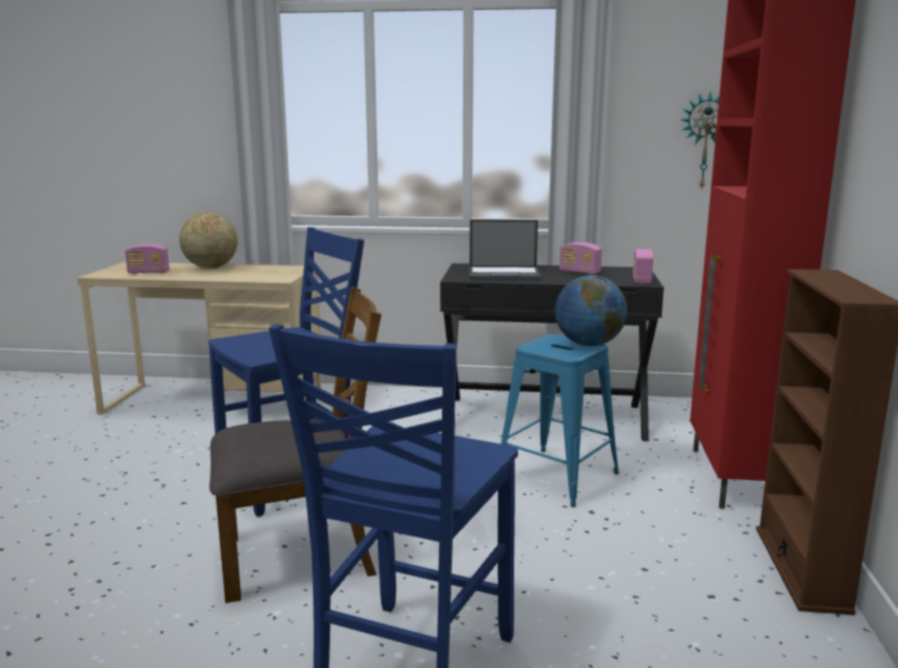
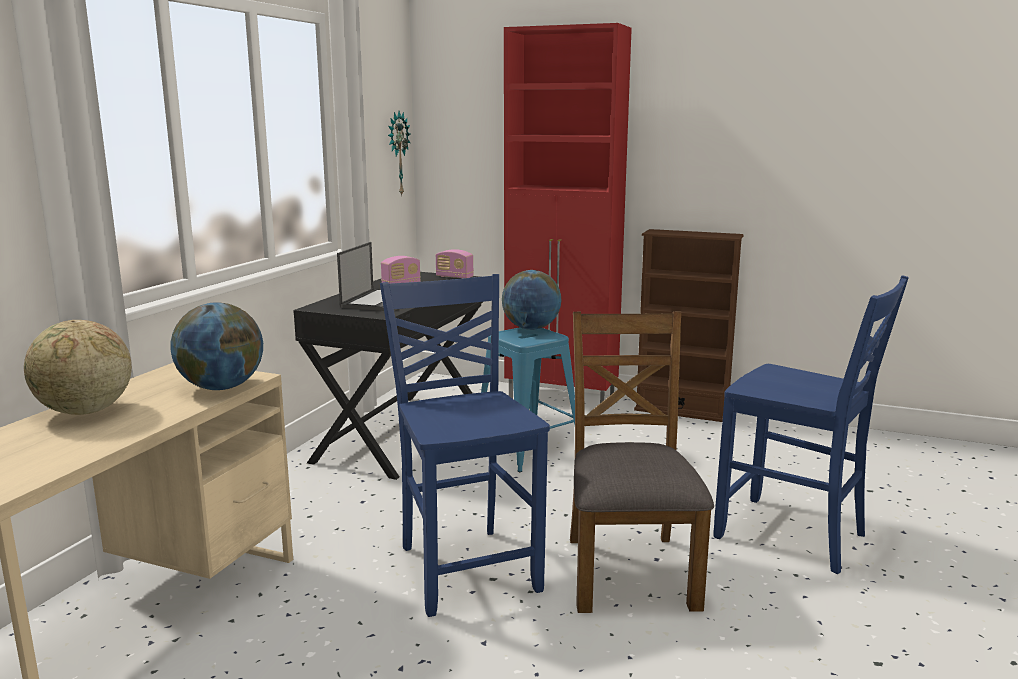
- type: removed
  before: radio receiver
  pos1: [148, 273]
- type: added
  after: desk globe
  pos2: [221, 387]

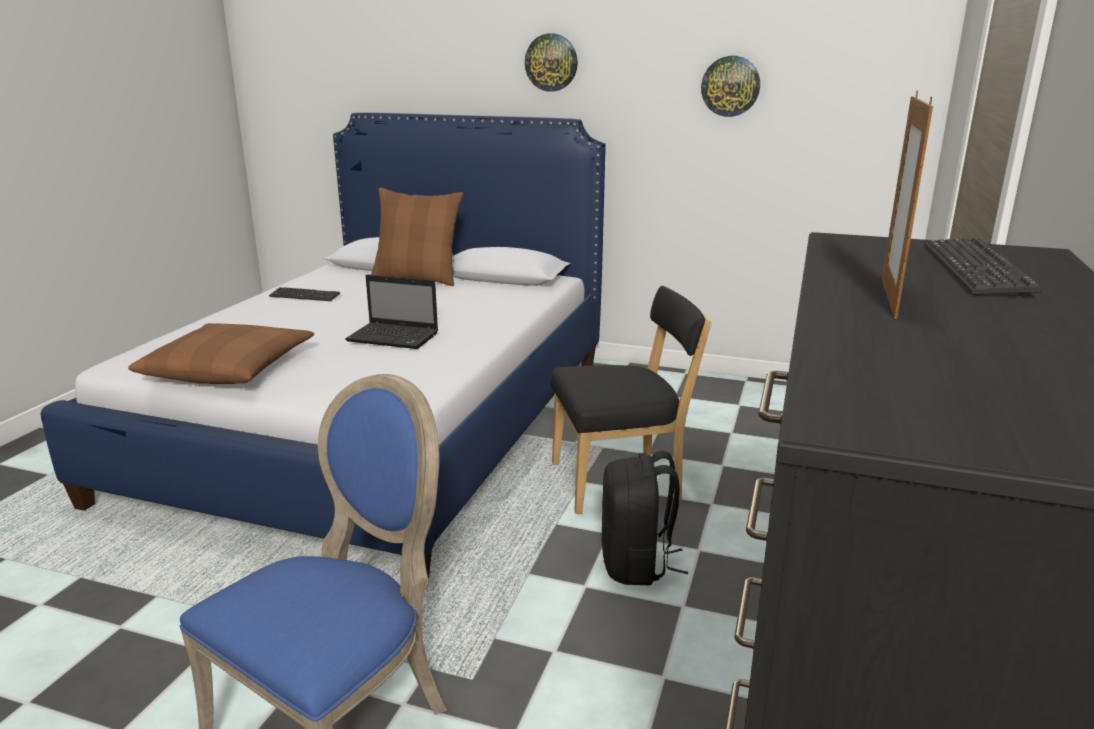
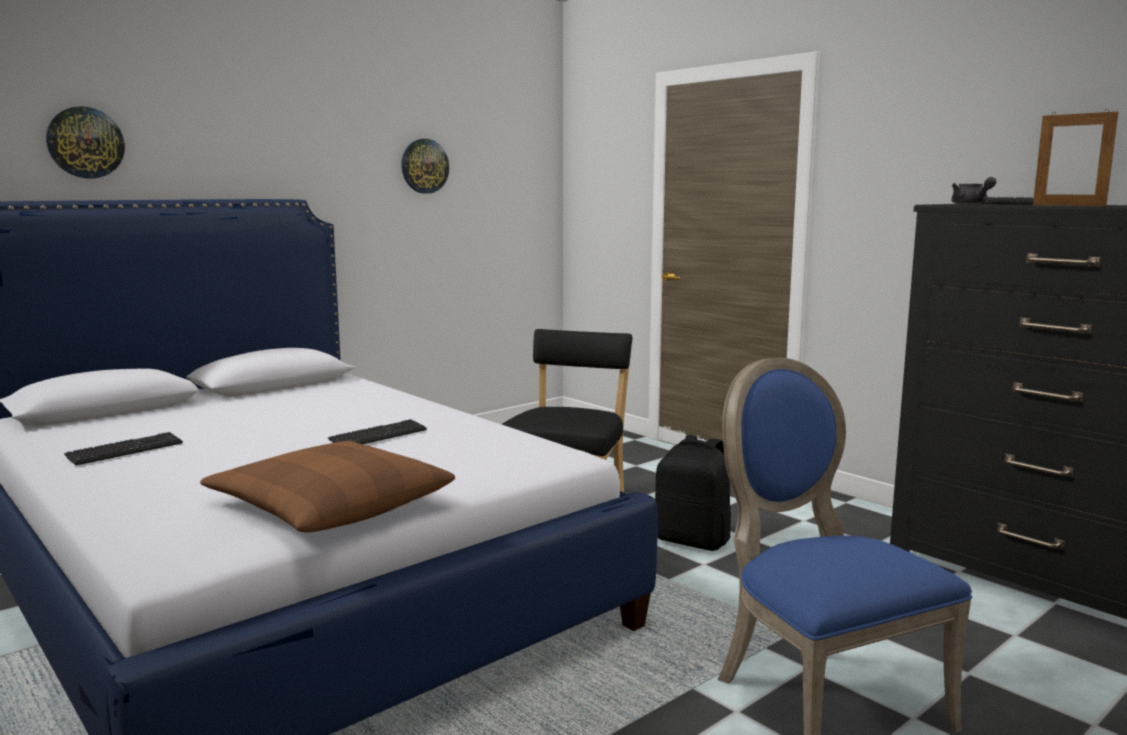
- type: moved
  before: clock on the wall
  pos1: [551, 62]
  pos2: [85, 142]
- type: removed
  before: cushion/brown
  pos1: [417, 278]
- type: replaced
  before: laptop
  after: PC keyboard
  pos1: [395, 337]
  pos2: [378, 436]
- type: added
  after: pot for tea/grey
  pos2: [971, 204]

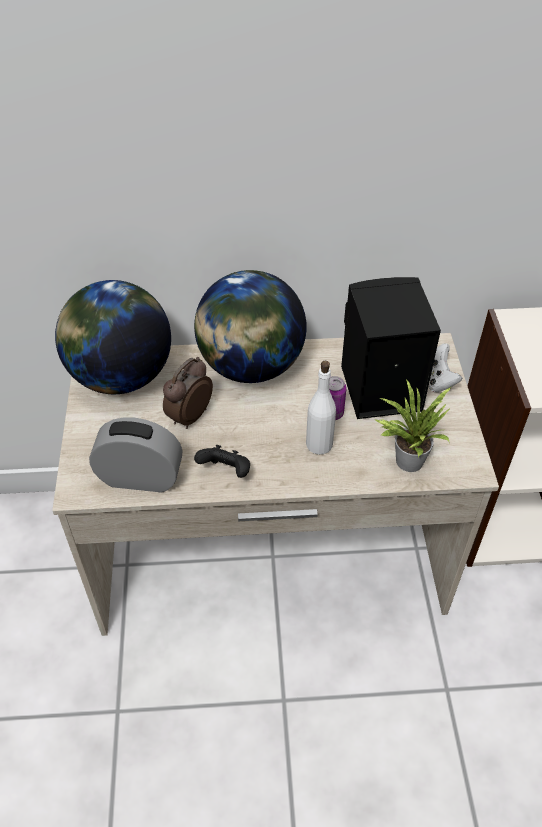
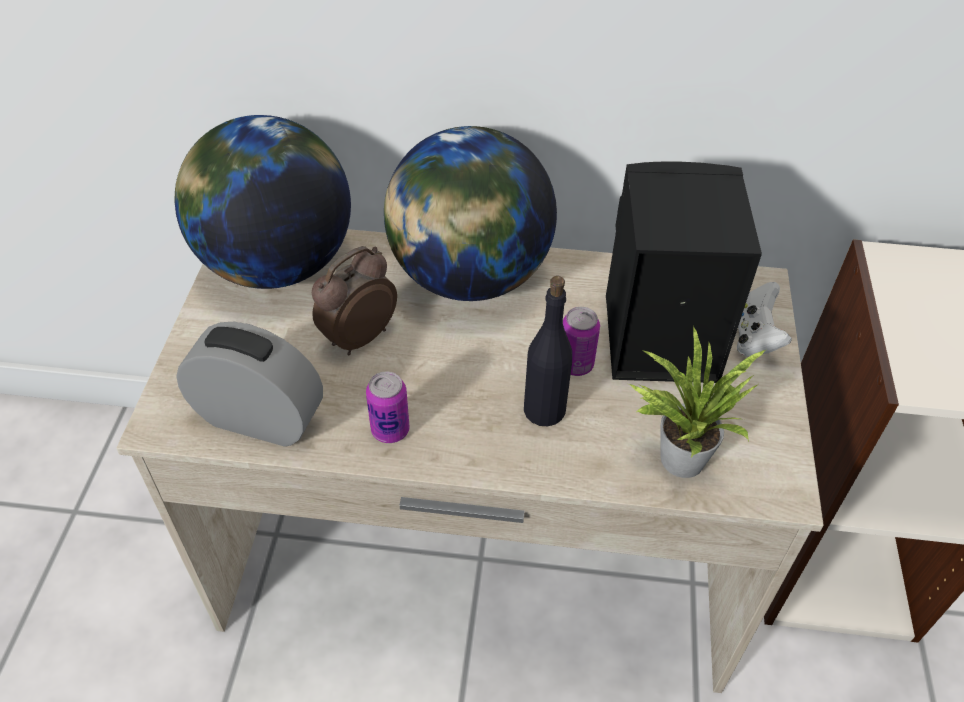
- type: recoloured
  before: bottle/white
  after: bottle/black
  pos1: [319, 444]
  pos2: [544, 409]
- type: replaced
  before: joypad/black
  after: metal can
  pos1: [226, 471]
  pos2: [390, 430]

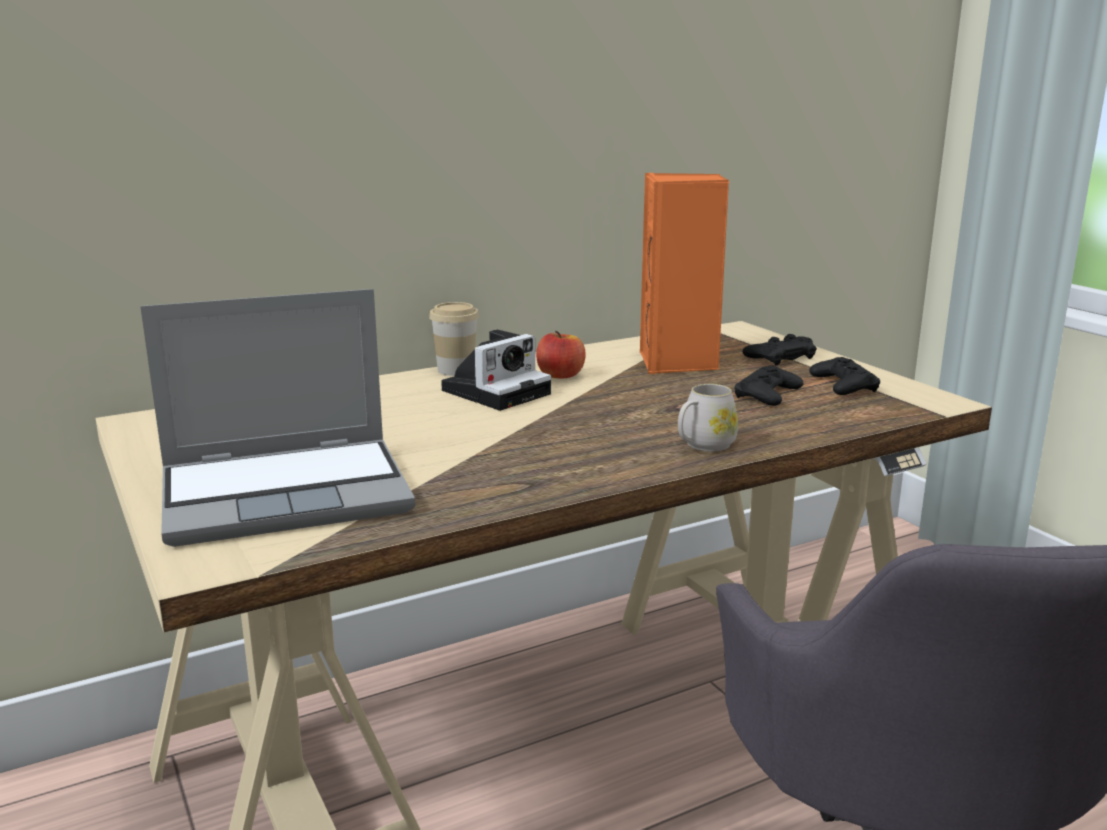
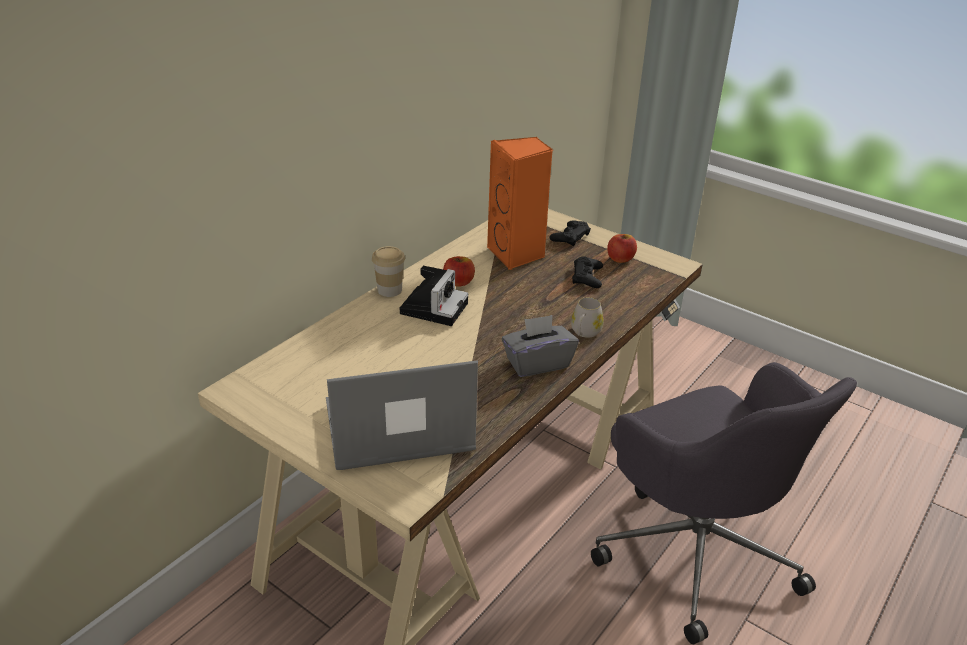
- type: turned
  before: laptop
  pos1: [288, 493]
  pos2: [397, 430]
  turn: -150
- type: replaced
  before: joypad/black
  after: whole apple
  pos1: [843, 385]
  pos2: [620, 259]
- type: added
  after: tissue box/grey
  pos2: [537, 363]

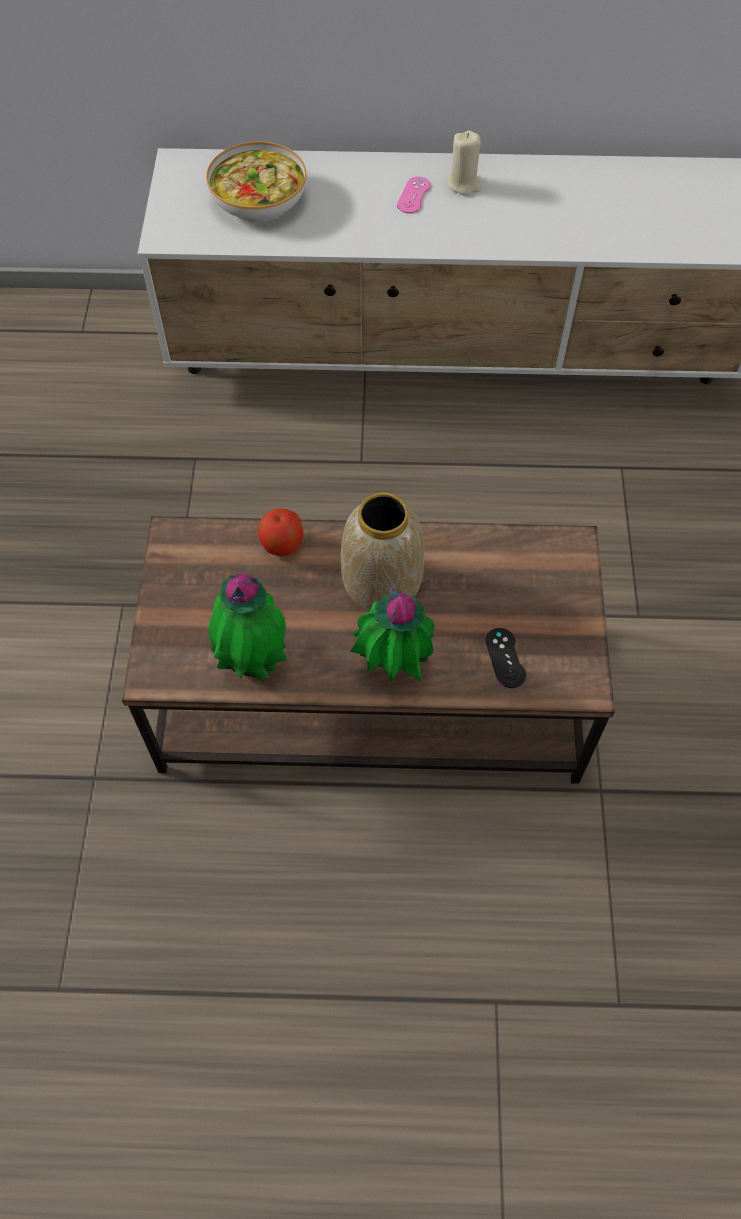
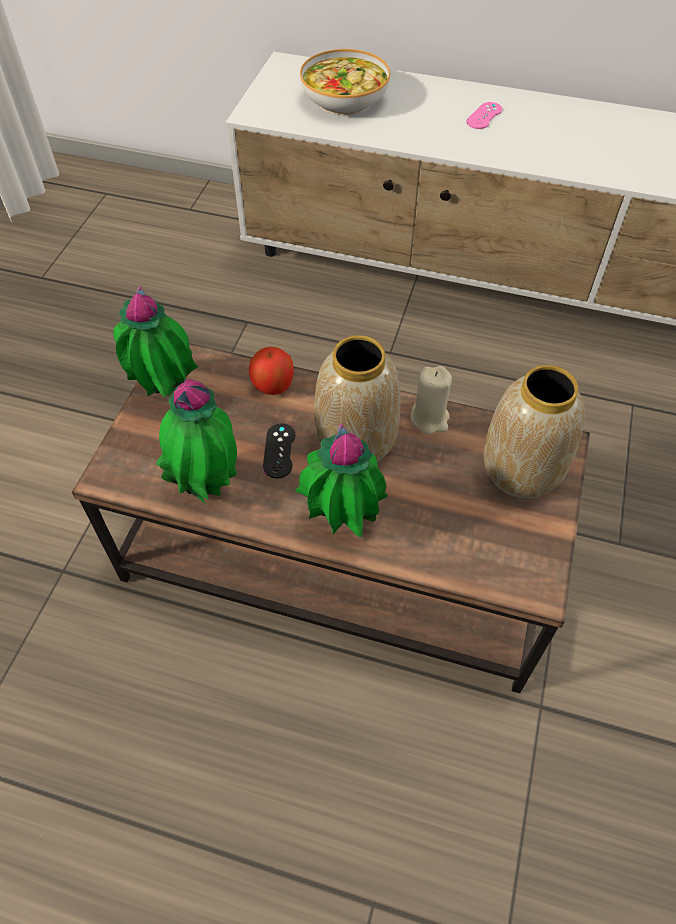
- type: moved
  before: wax light/beige
  pos1: [464, 184]
  pos2: [430, 418]
- type: moved
  before: joypad/black
  pos1: [505, 658]
  pos2: [279, 451]
- type: added
  after: plant in a pot
  pos2: [165, 392]
- type: added
  after: flower vase
  pos2: [520, 472]

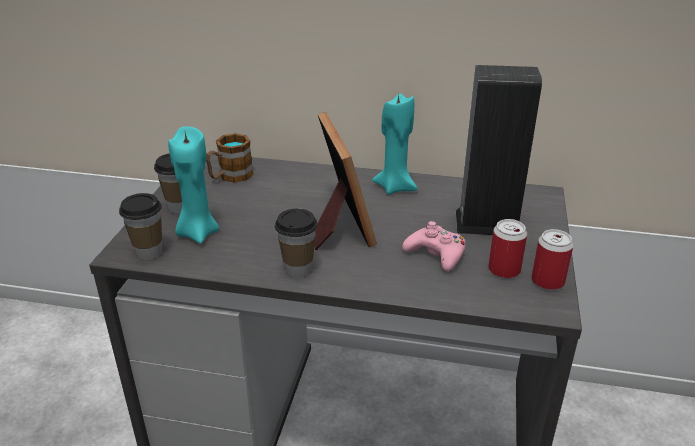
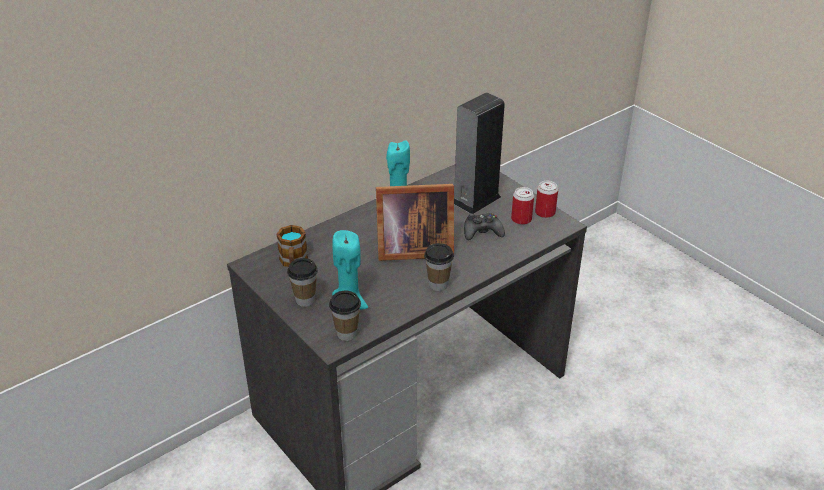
- type: turned
  before: photo frame
  pos1: [339, 224]
  pos2: [411, 248]
  turn: 150
- type: recoloured
  before: joypad/pink
  after: joypad/black
  pos1: [436, 254]
  pos2: [482, 232]

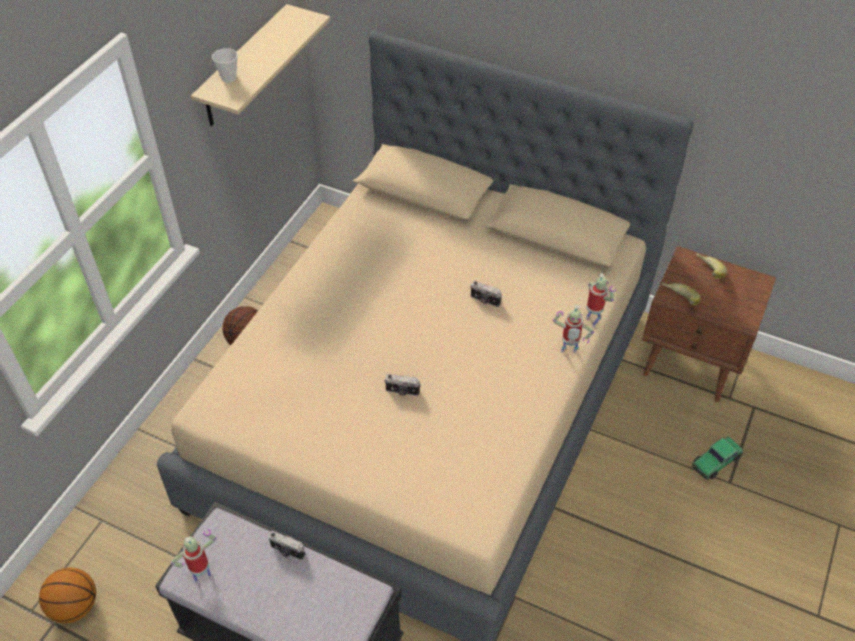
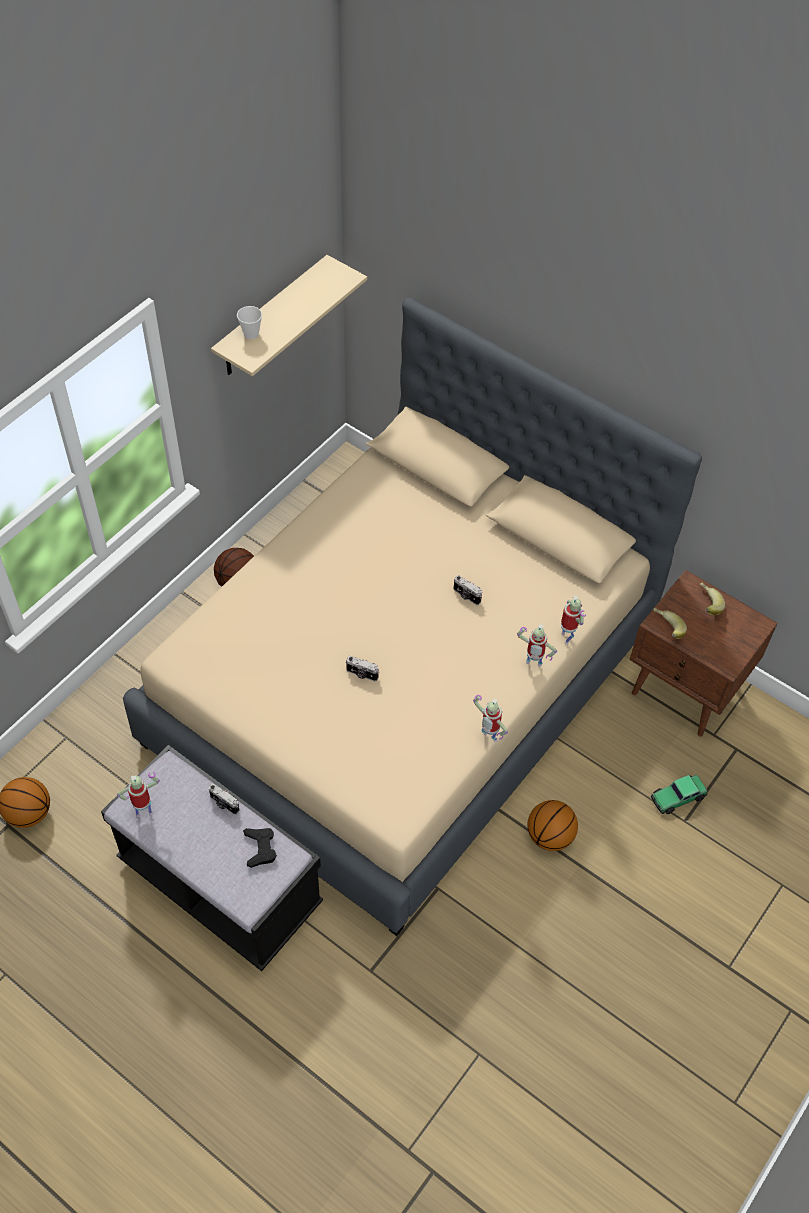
- type: added
  after: toy robot
  pos2: [488, 738]
- type: added
  after: ball for basketball
  pos2: [550, 836]
- type: added
  after: joypad/black
  pos2: [260, 848]

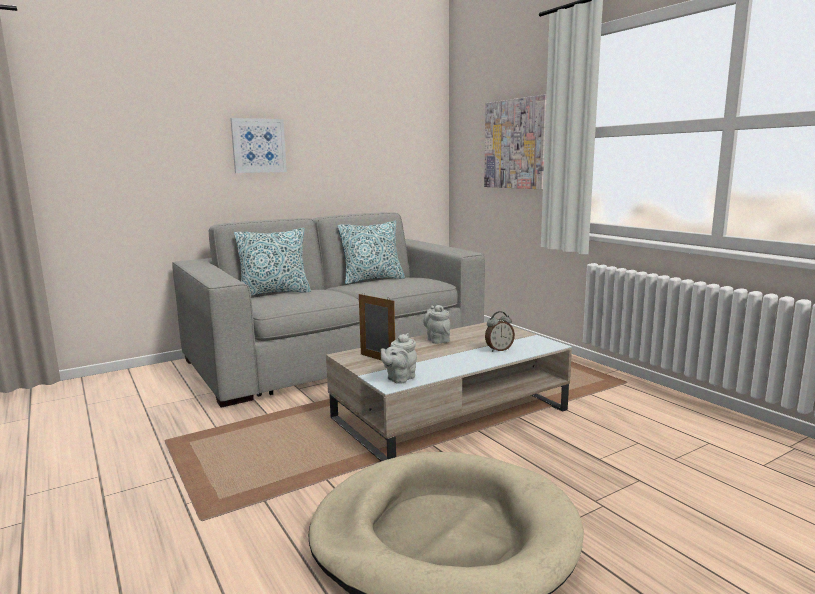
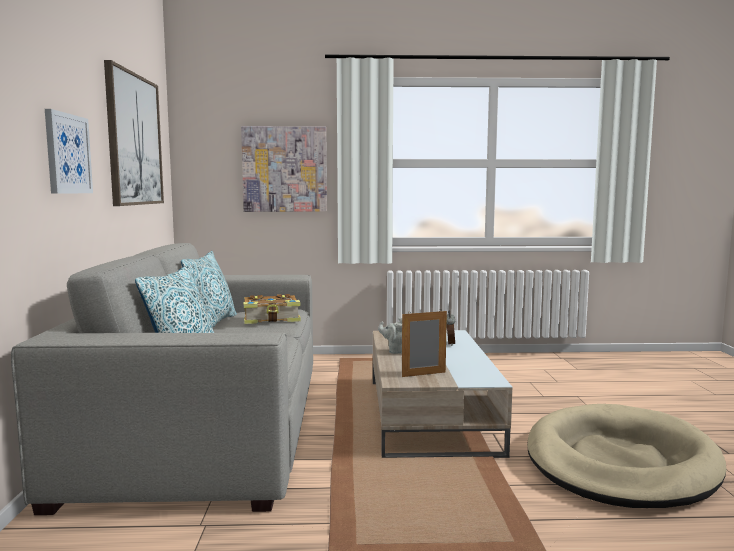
- type: removed
  before: pot for tea/grey
  pos1: [399, 379]
- type: added
  after: wall art
  pos2: [134, 140]
- type: added
  after: book
  pos2: [272, 319]

